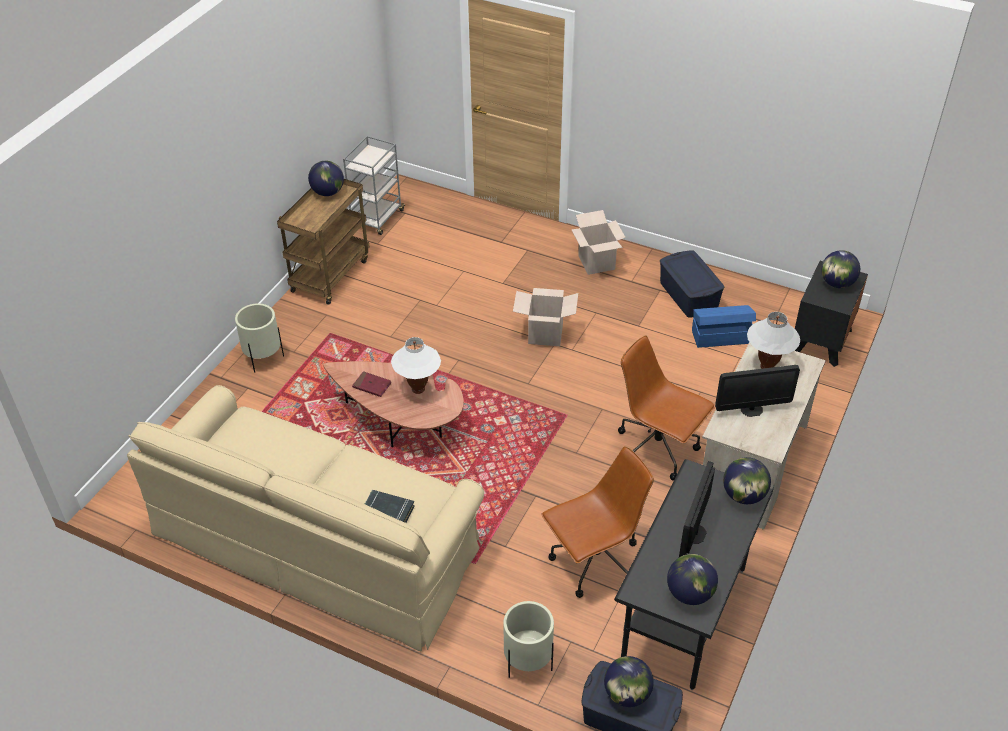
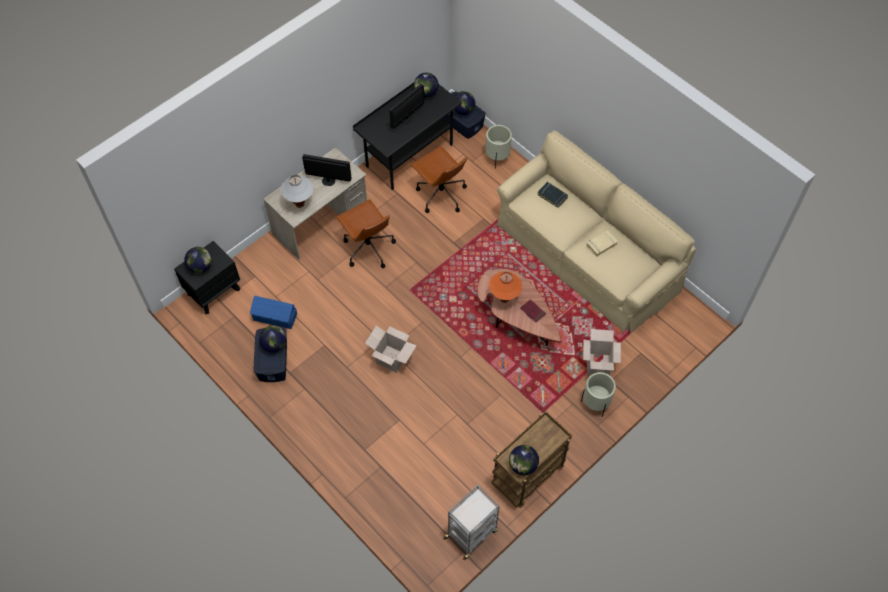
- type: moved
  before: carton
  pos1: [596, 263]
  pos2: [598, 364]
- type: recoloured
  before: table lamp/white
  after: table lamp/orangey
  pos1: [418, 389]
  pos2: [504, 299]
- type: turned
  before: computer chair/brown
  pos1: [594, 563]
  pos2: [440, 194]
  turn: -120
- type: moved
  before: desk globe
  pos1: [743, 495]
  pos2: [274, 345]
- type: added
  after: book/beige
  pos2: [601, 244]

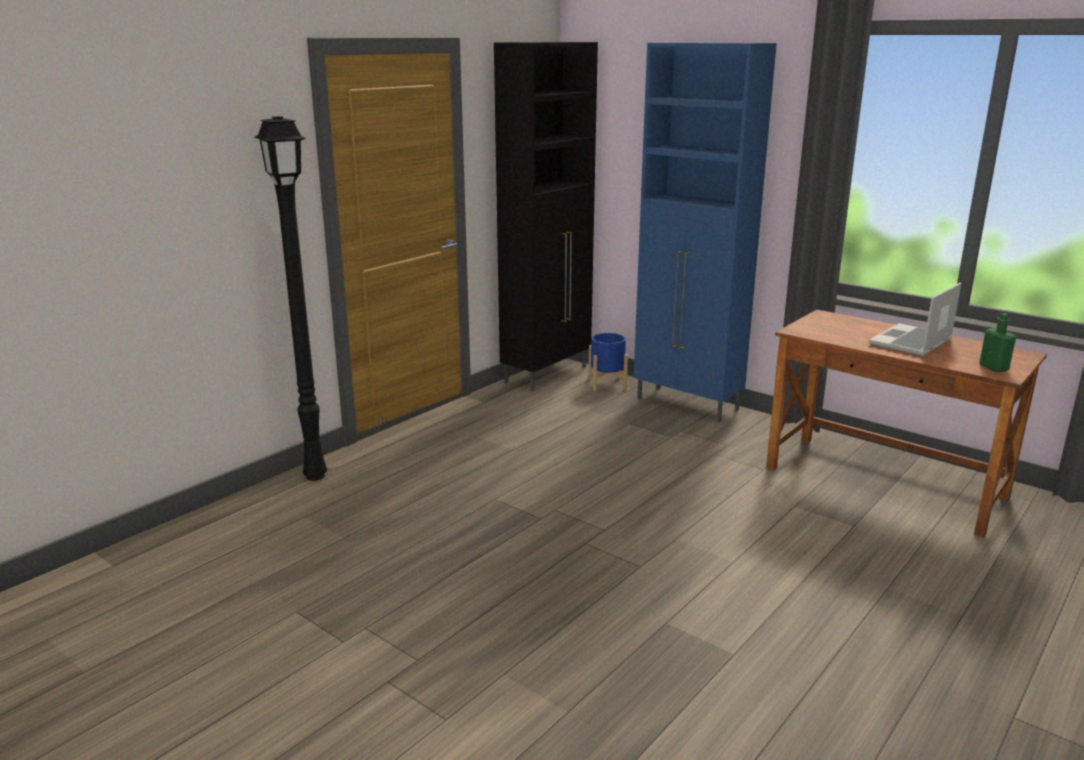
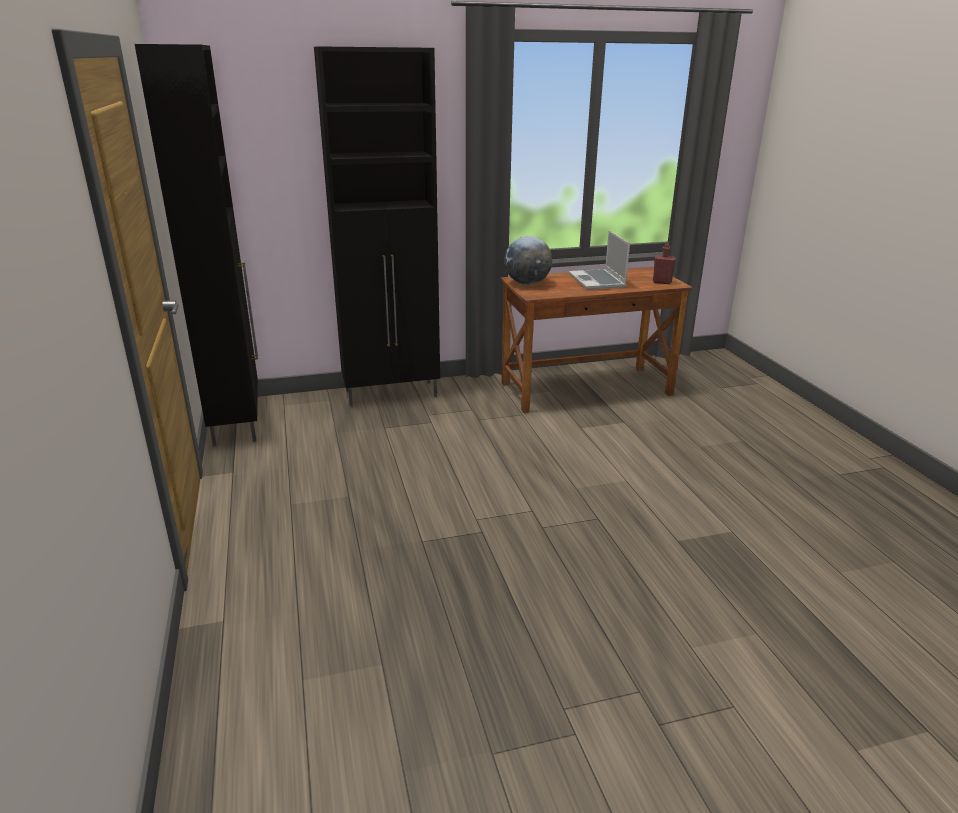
- type: recoloured
  before: storage cabinet/blue
  after: storage cabinet/black
  pos1: [688, 404]
  pos2: [392, 394]
- type: removed
  before: standard lamp/black
  pos1: [316, 475]
- type: recoloured
  before: bottle/green
  after: bottle/reddish
  pos1: [993, 367]
  pos2: [662, 282]
- type: removed
  before: flower pot/blue
  pos1: [606, 384]
- type: added
  after: desk globe
  pos2: [527, 283]

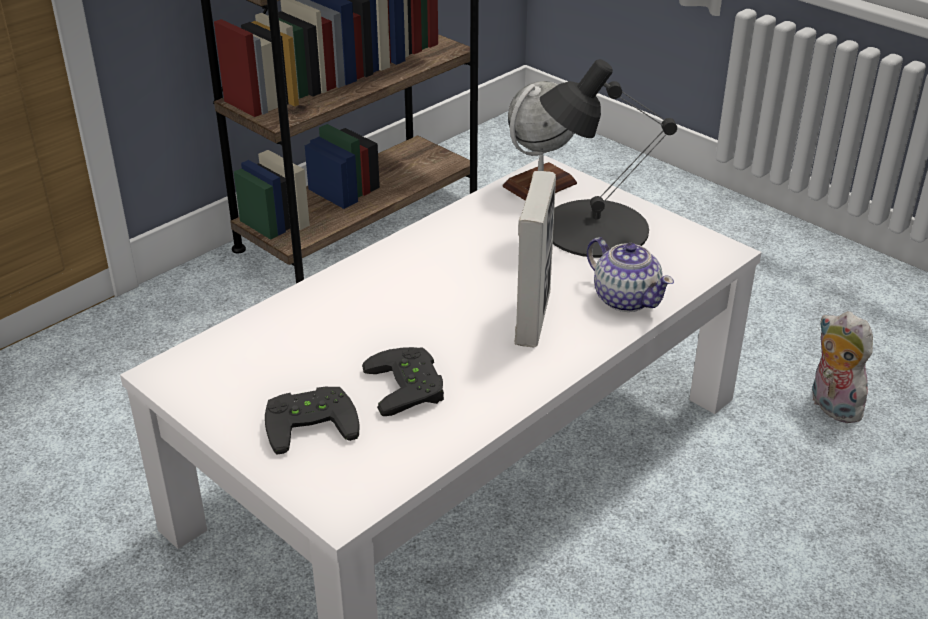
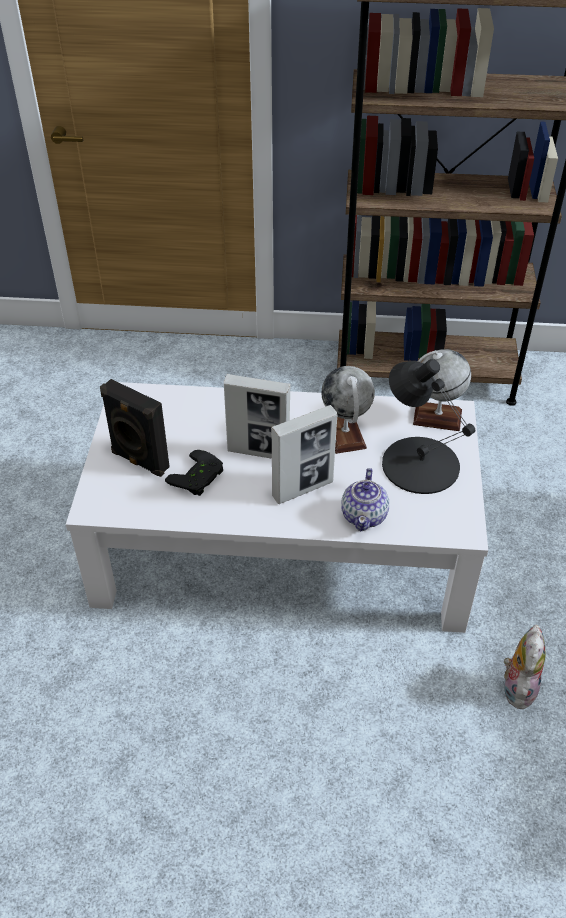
- type: replaced
  before: joypad/black
  after: loudspeaker/black
  pos1: [310, 421]
  pos2: [139, 461]
- type: added
  after: desk globe
  pos2: [345, 435]
- type: added
  after: photo frame
  pos2: [258, 452]

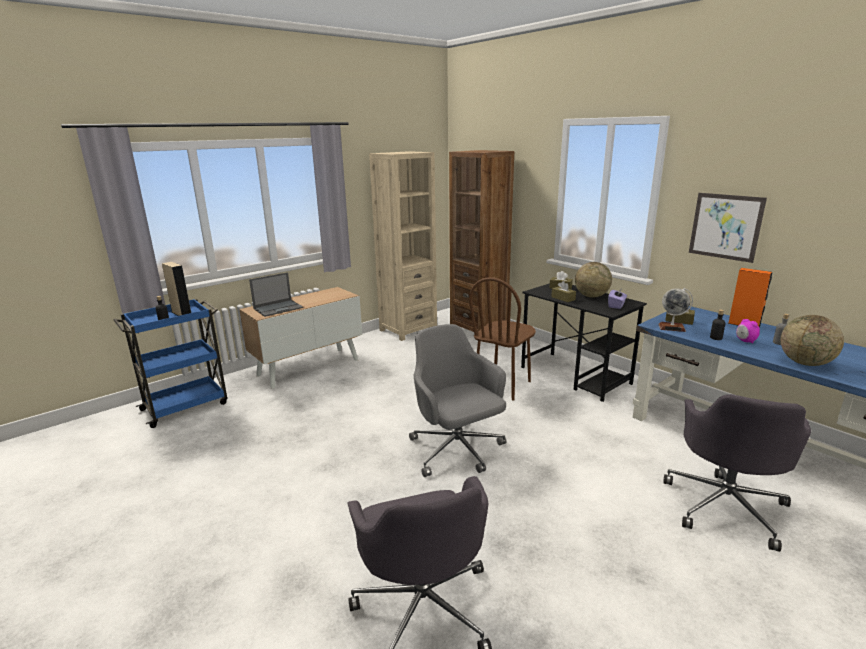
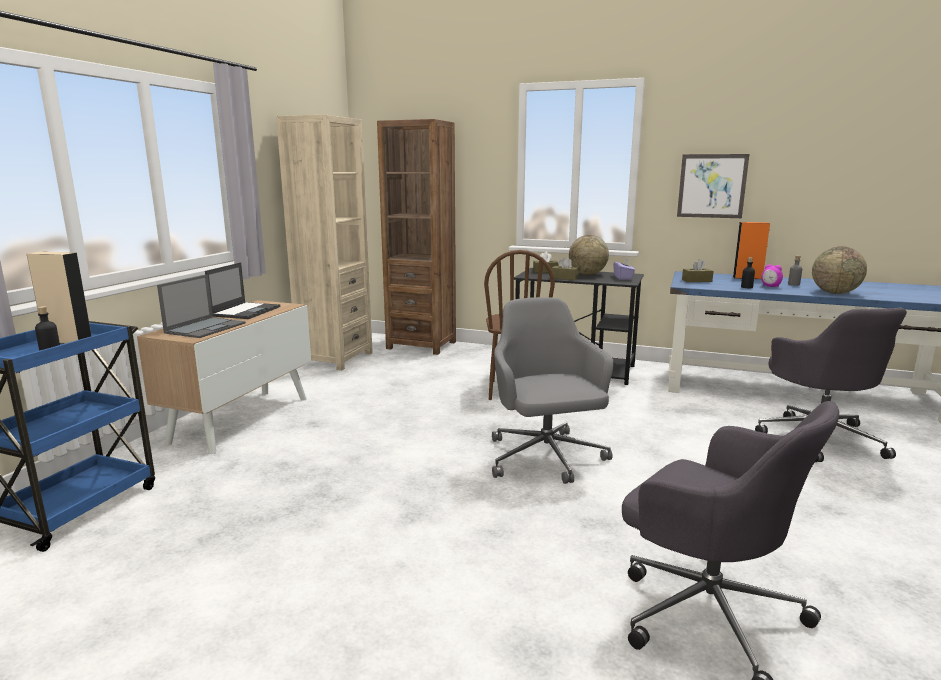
- type: removed
  before: desk globe
  pos1: [672, 327]
- type: turned
  before: computer chair/grey
  pos1: [457, 450]
  pos2: [545, 458]
  turn: 45
- type: added
  after: laptop
  pos2: [246, 311]

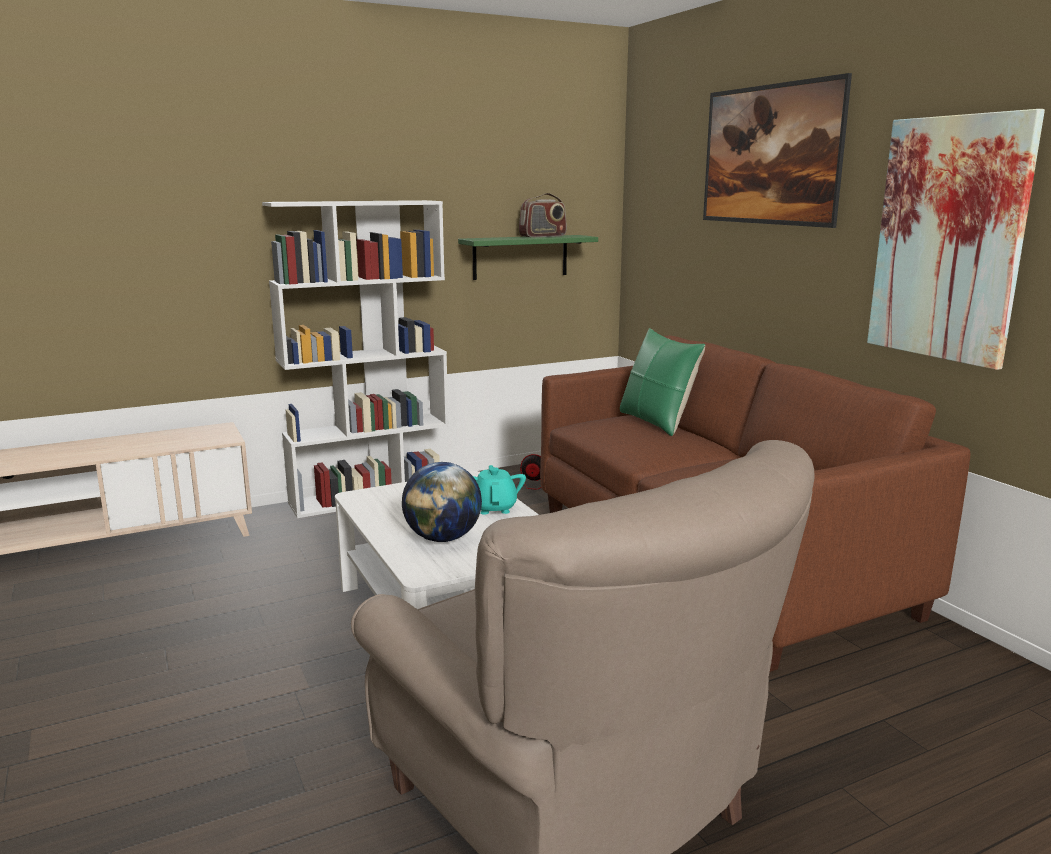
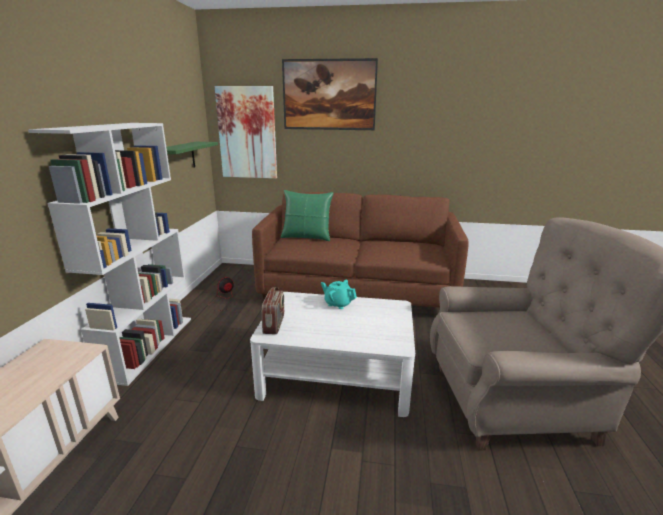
- type: moved
  before: wall art
  pos1: [948, 239]
  pos2: [247, 133]
- type: moved
  before: radio receiver
  pos1: [543, 236]
  pos2: [274, 324]
- type: removed
  before: desk globe
  pos1: [443, 538]

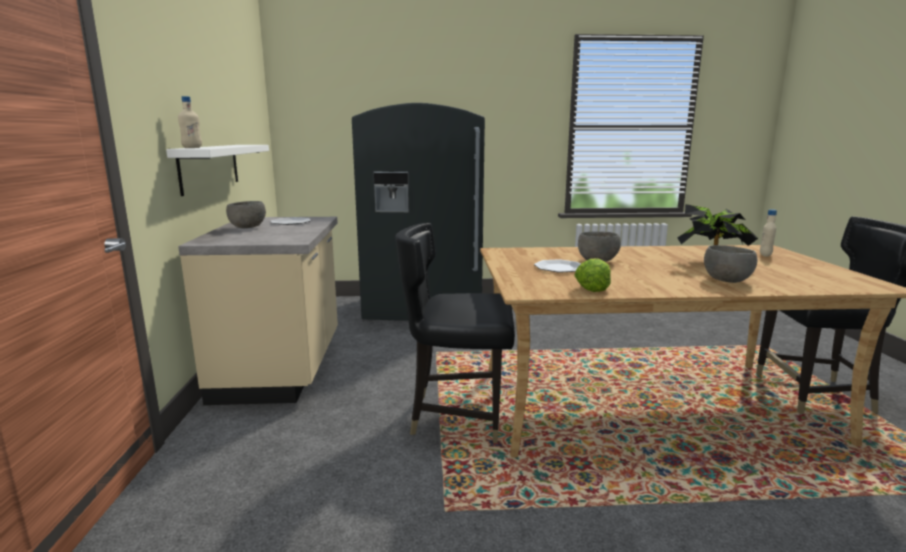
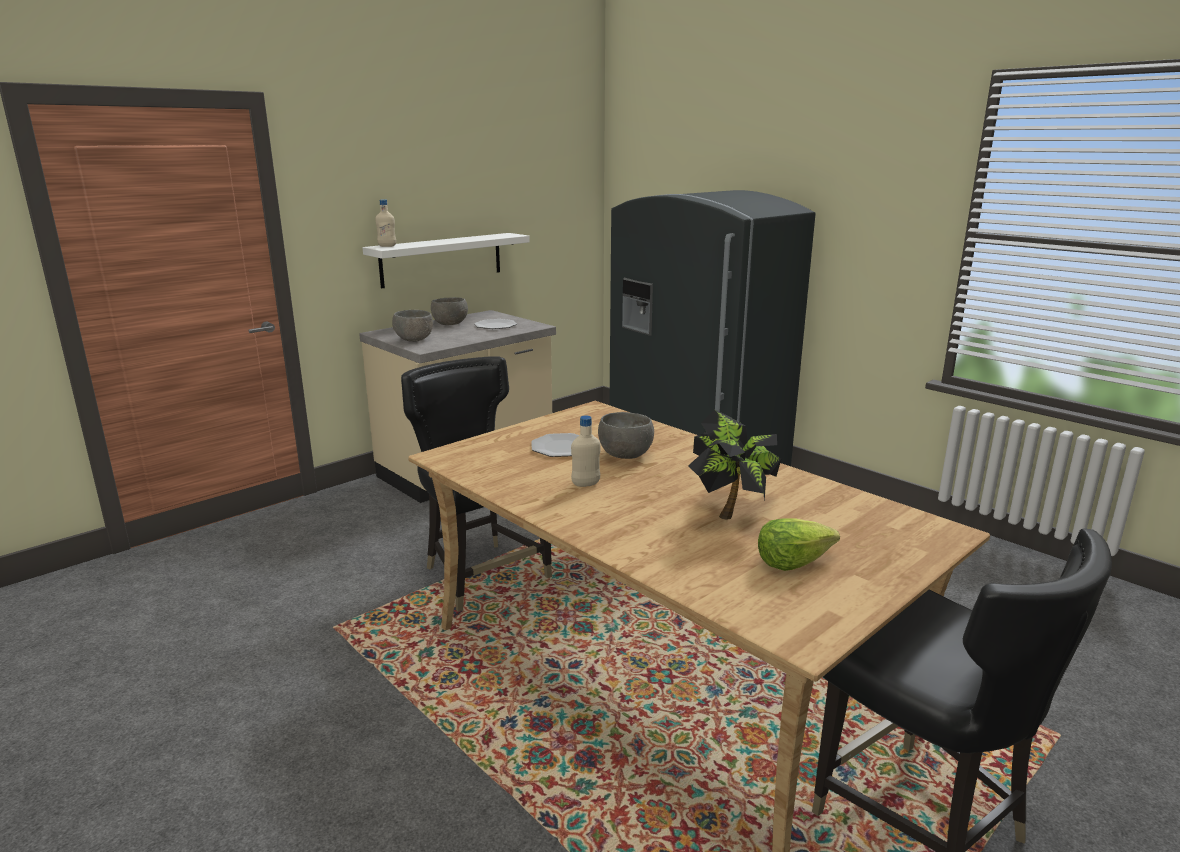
- type: moved
  before: bottle/beige
  pos1: [765, 255]
  pos2: [586, 484]
- type: moved
  before: serving bowl/grey
  pos1: [727, 281]
  pos2: [414, 340]
- type: moved
  before: lettuce head
  pos1: [593, 288]
  pos2: [792, 561]

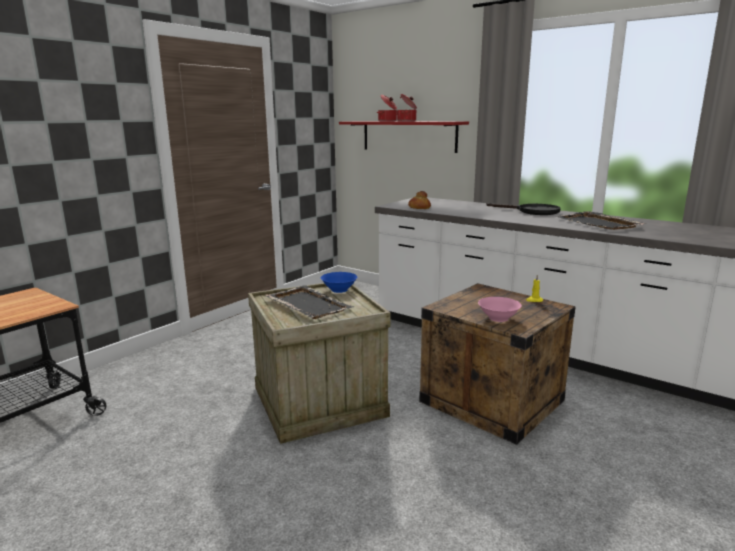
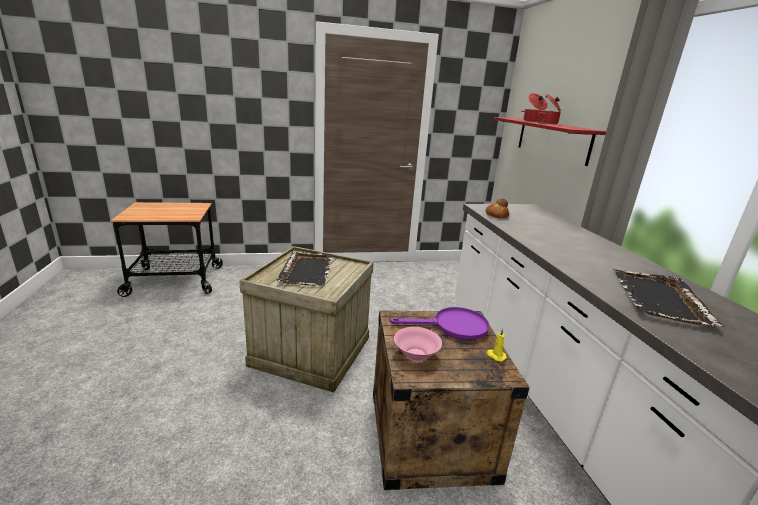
- type: removed
  before: pan/black
  pos1: [532, 211]
- type: removed
  before: serving bowl/blue
  pos1: [339, 290]
- type: added
  after: pan/purple
  pos2: [452, 326]

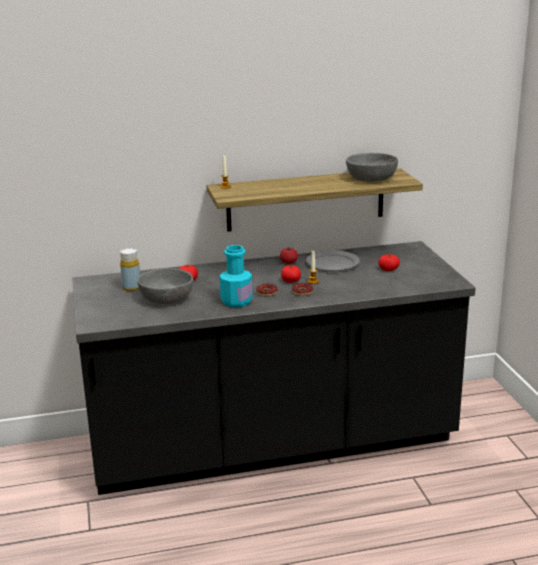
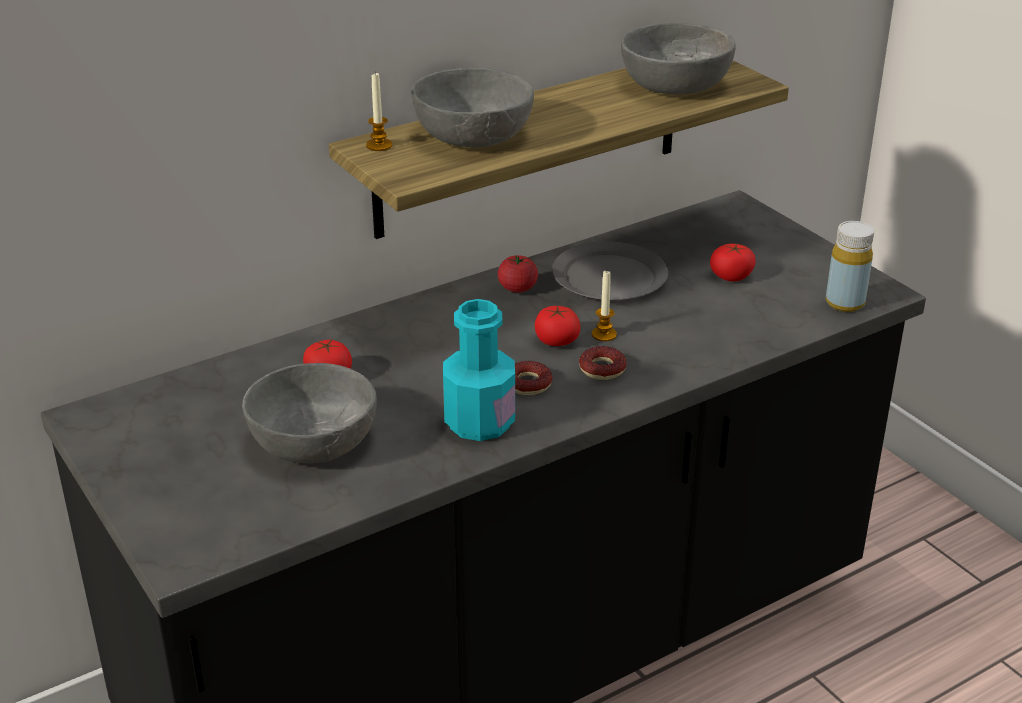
- type: moved
  before: bottle/yellow-coloured
  pos1: [131, 288]
  pos2: [845, 303]
- type: added
  after: serving bowl/grey
  pos2: [473, 134]

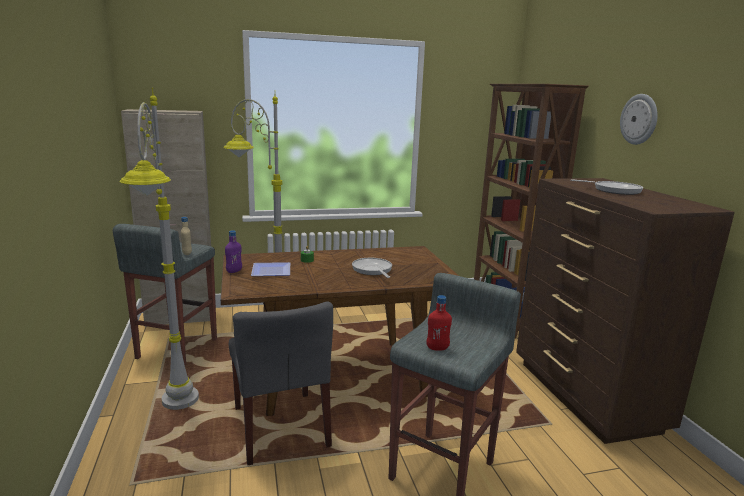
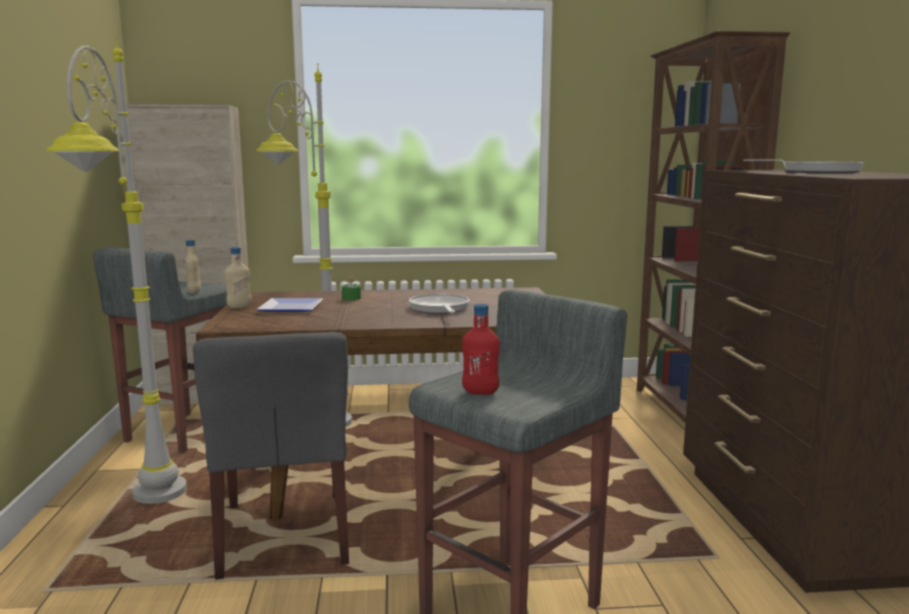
- type: removed
  before: clock on the wall
  pos1: [639, 119]
- type: recoloured
  before: bottle/purple
  after: bottle/beige
  pos1: [234, 271]
  pos2: [239, 307]

